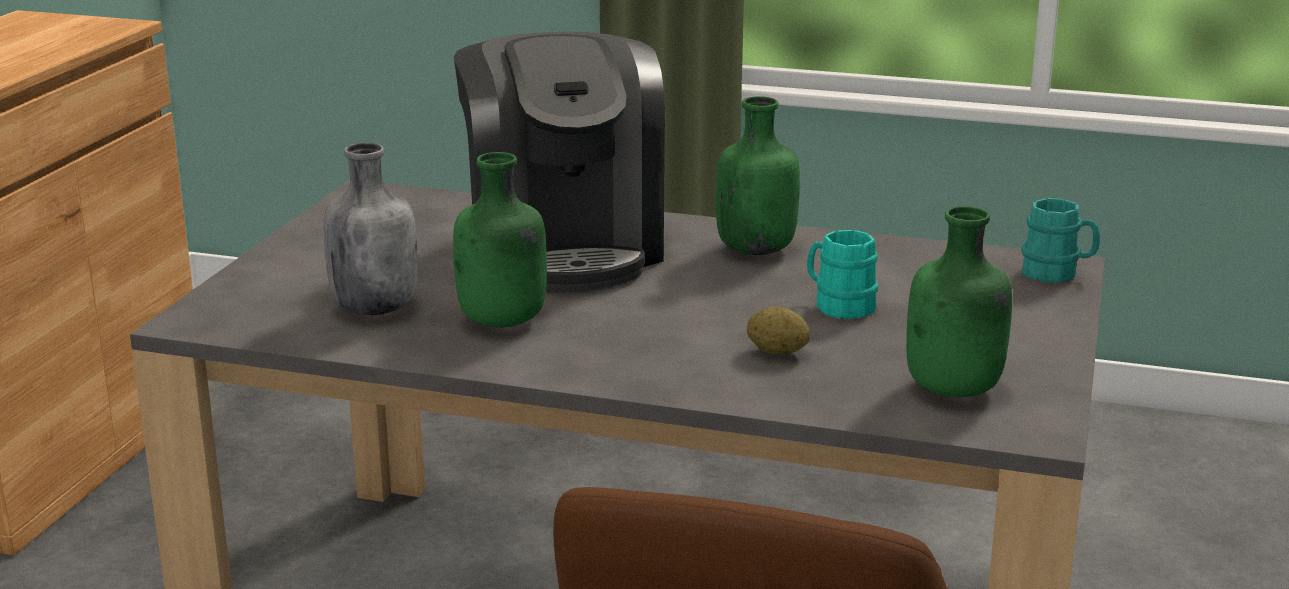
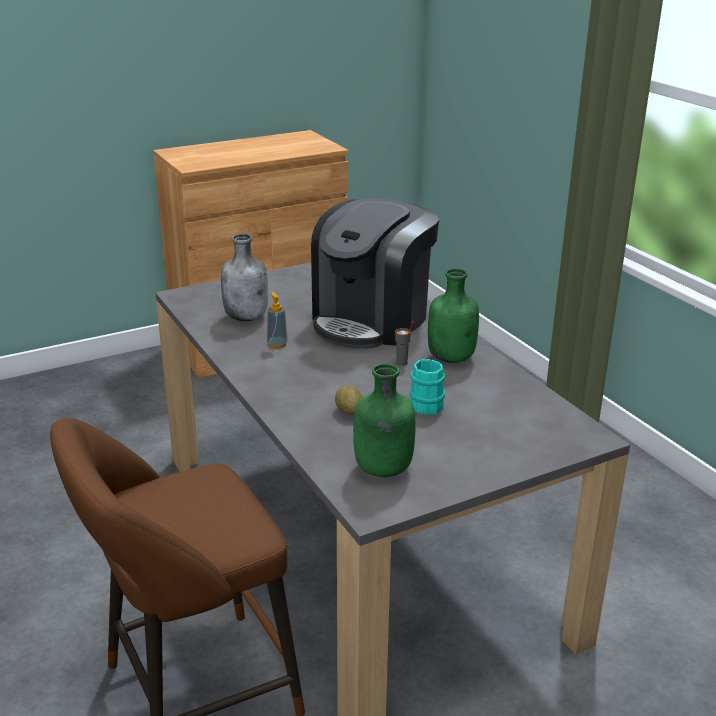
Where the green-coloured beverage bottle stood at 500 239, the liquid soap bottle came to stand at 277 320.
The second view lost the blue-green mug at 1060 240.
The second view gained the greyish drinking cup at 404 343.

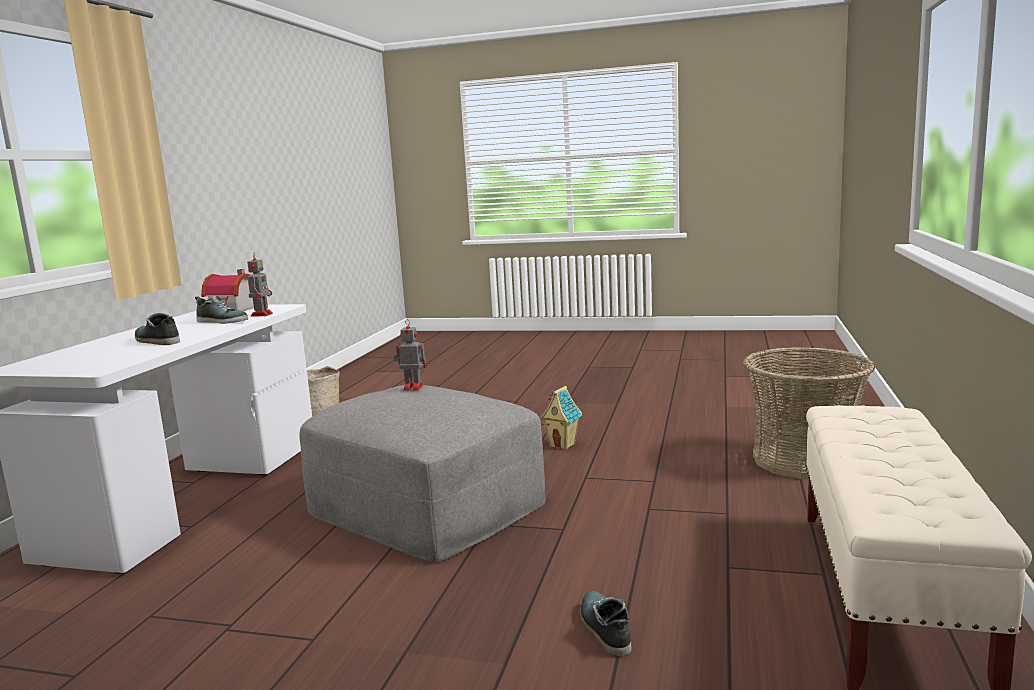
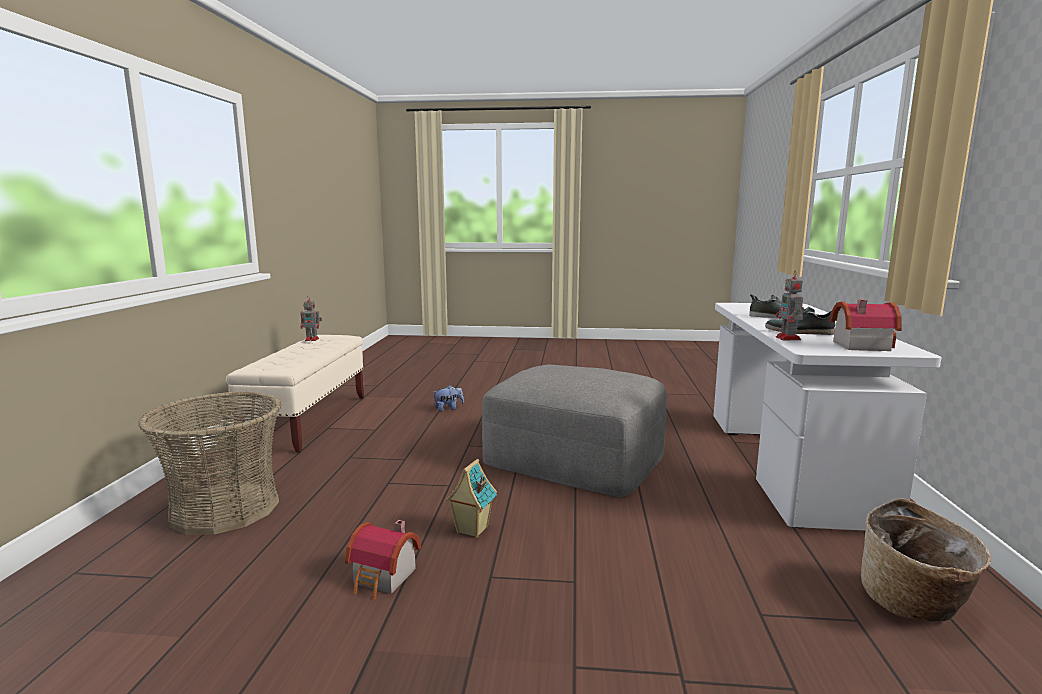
The toy robot ended up elsewhere, having gone from 410 355 to 311 318.
Where the shoe stood at 606 624, the cuddly toy came to stand at 449 398.
The second view gained the model house at 383 560.

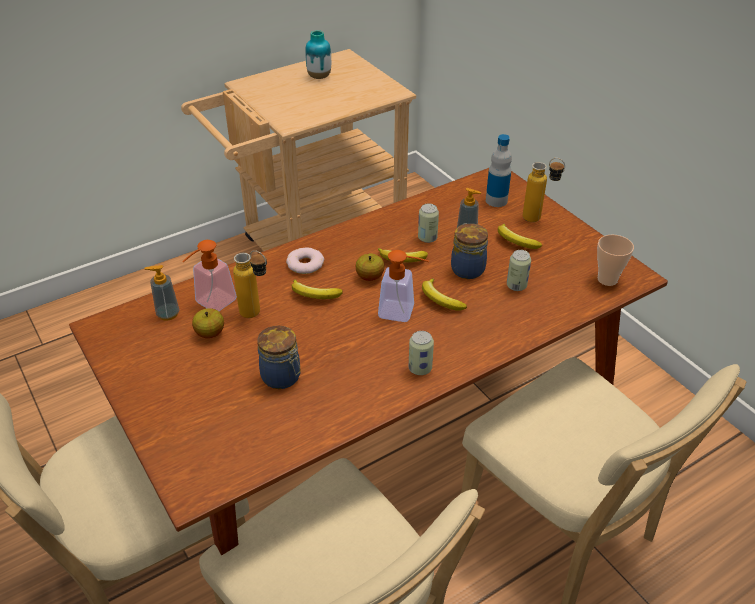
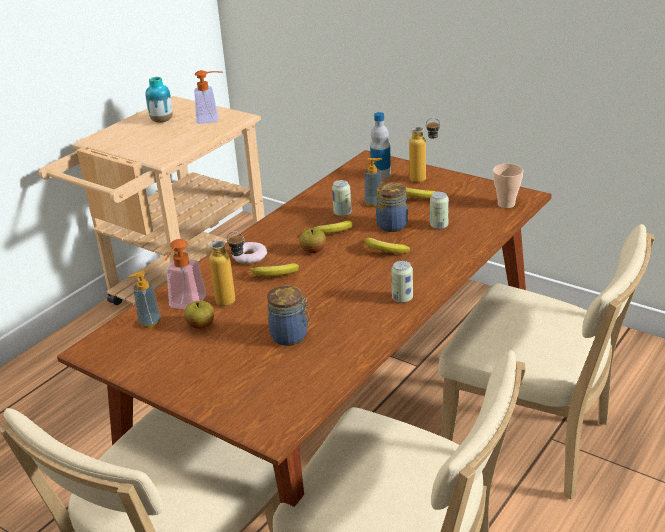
The liquid soap bottle ended up elsewhere, having gone from 403 286 to 208 97.

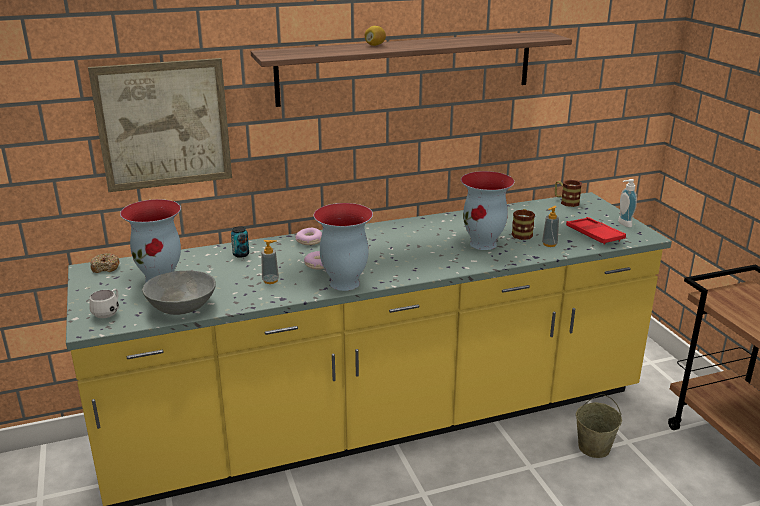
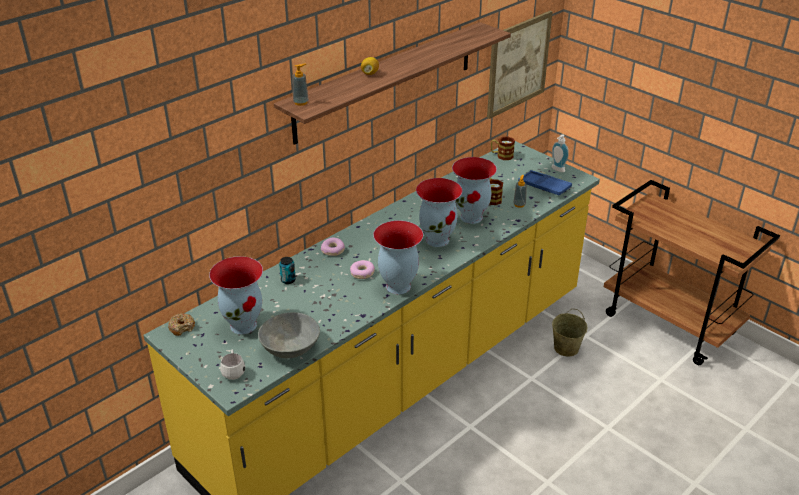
The wall art ended up elsewhere, having gone from 160 125 to 520 65.
What was the red-coloured tray at 596 231 turned into the bluish tray at 545 182.
The liquid soap bottle ended up elsewhere, having gone from 270 262 to 300 85.
The second view gained the flower vase at 439 212.

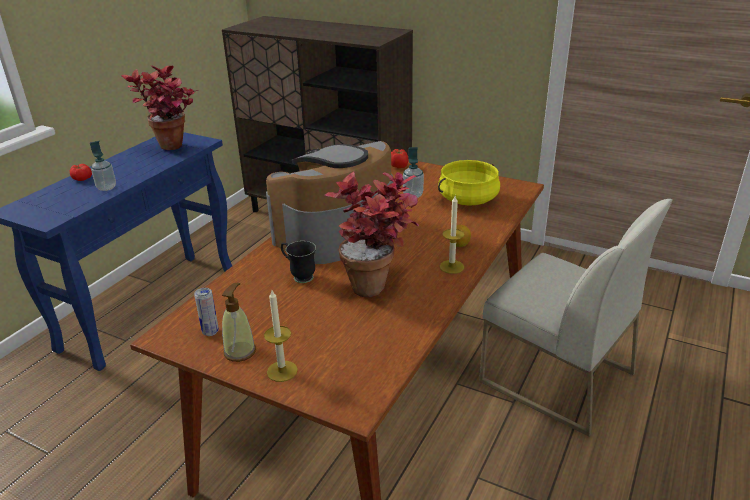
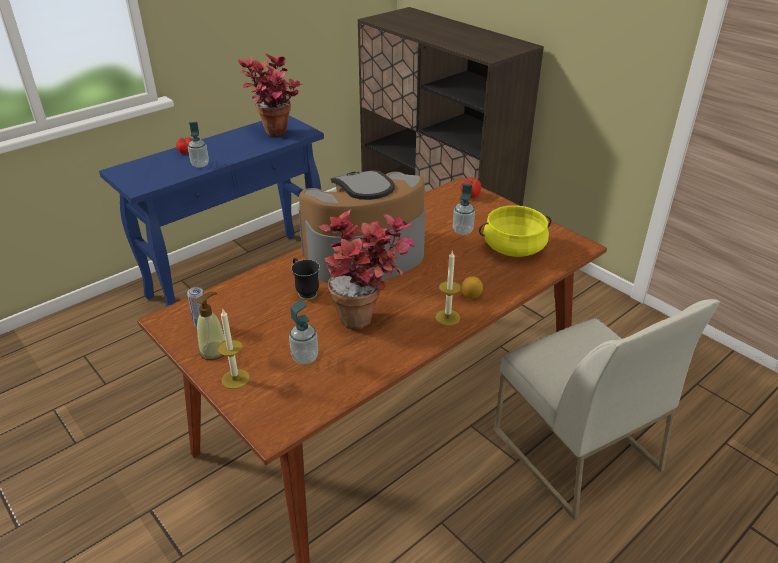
The second view gained the liquid soap bottle at 303 332.

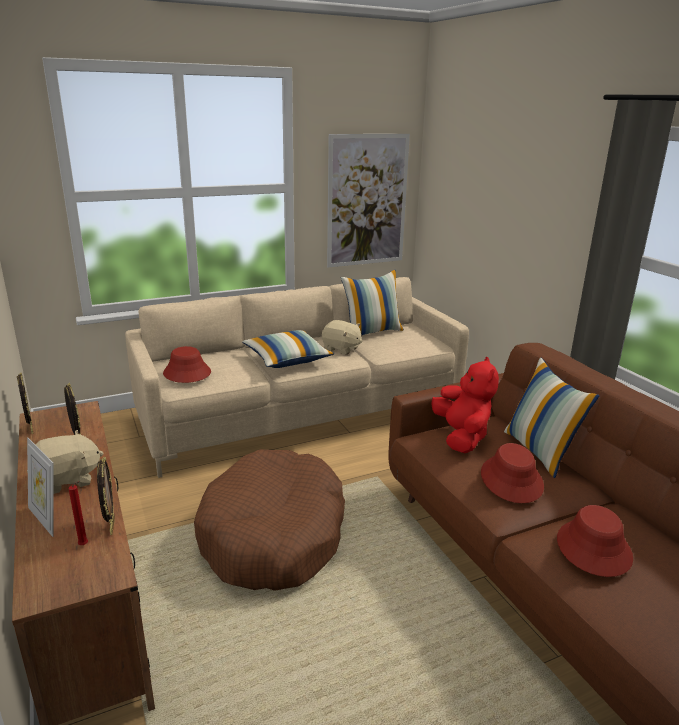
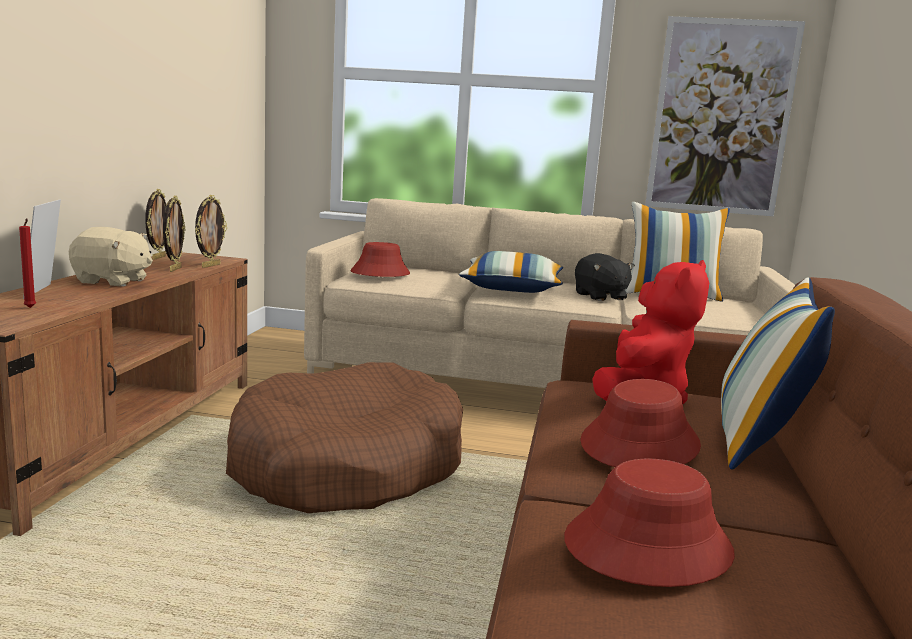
What was the sand-coloured cuddly toy at 342 337 turned into the black-coloured cuddly toy at 605 277.
The photo frame ended up elsewhere, having gone from 106 496 to 211 231.

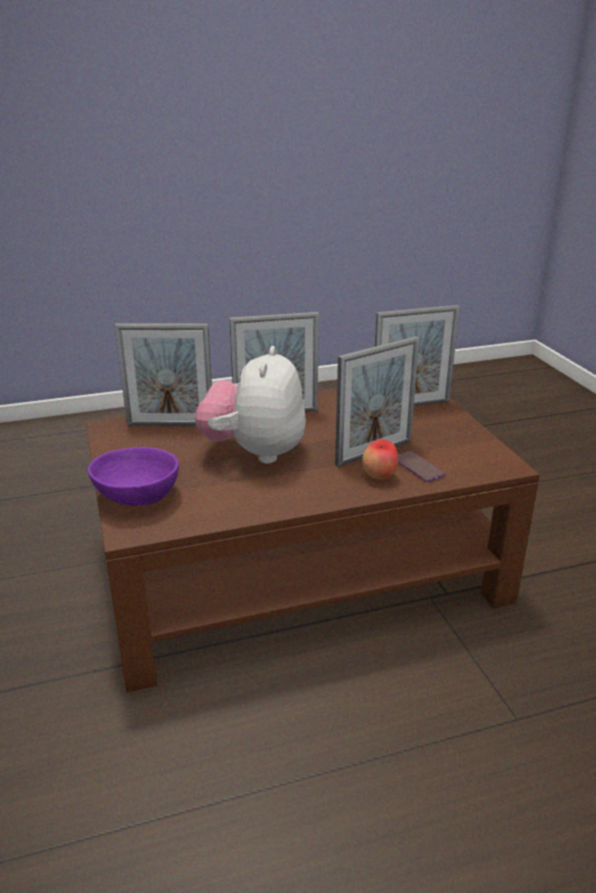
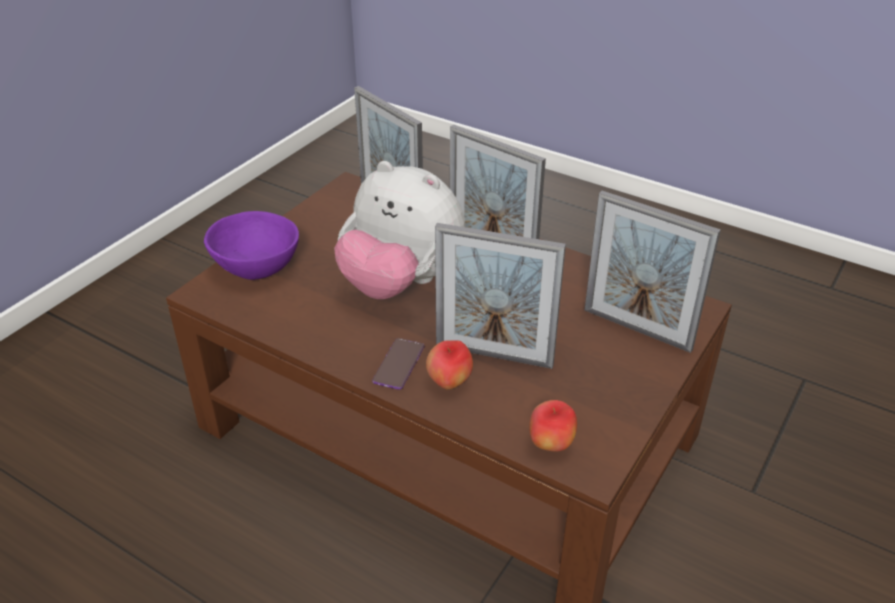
The cuddly toy at 250 405 ended up facing another way, 120 degrees counterclockwise from before.
The handset ended up elsewhere, having gone from 421 466 to 398 364.
The second view gained the whole apple at 553 425.

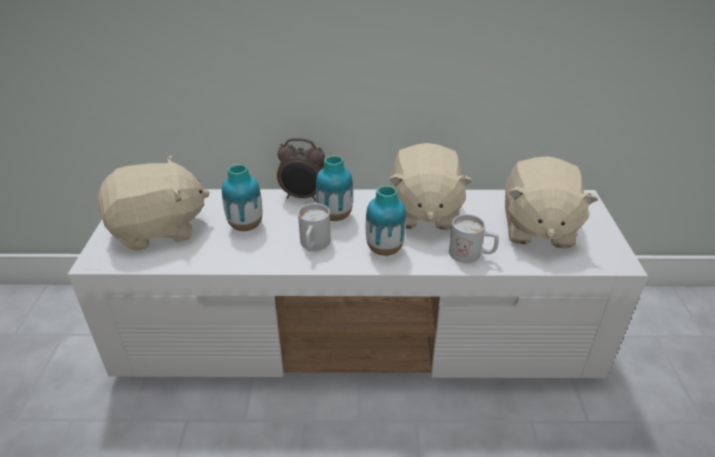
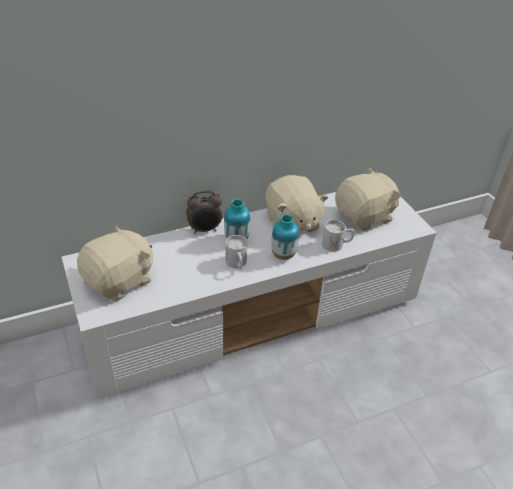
The sand-coloured cuddly toy at 551 202 ended up facing another way, 105 degrees counterclockwise from before.
The second view lost the flower vase at 242 197.

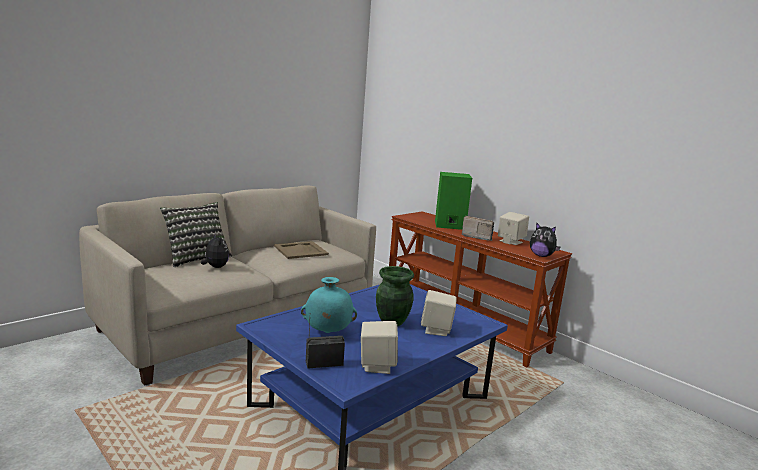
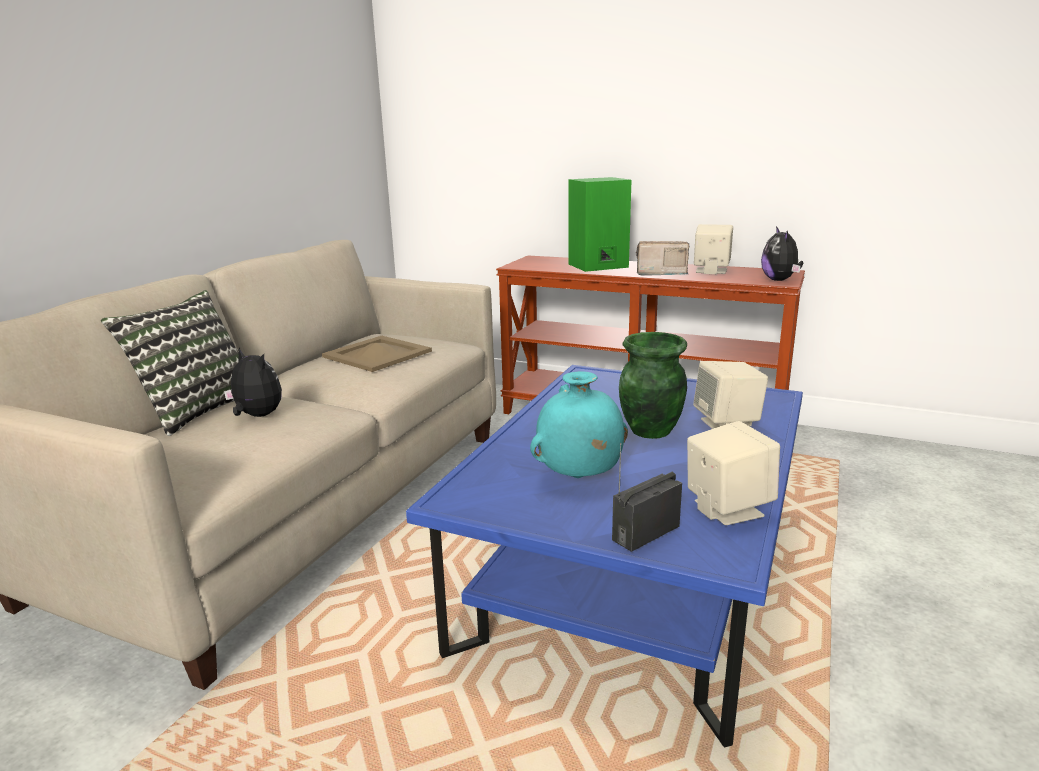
The cuddly toy at 545 240 ended up facing another way, 75 degrees clockwise from before.

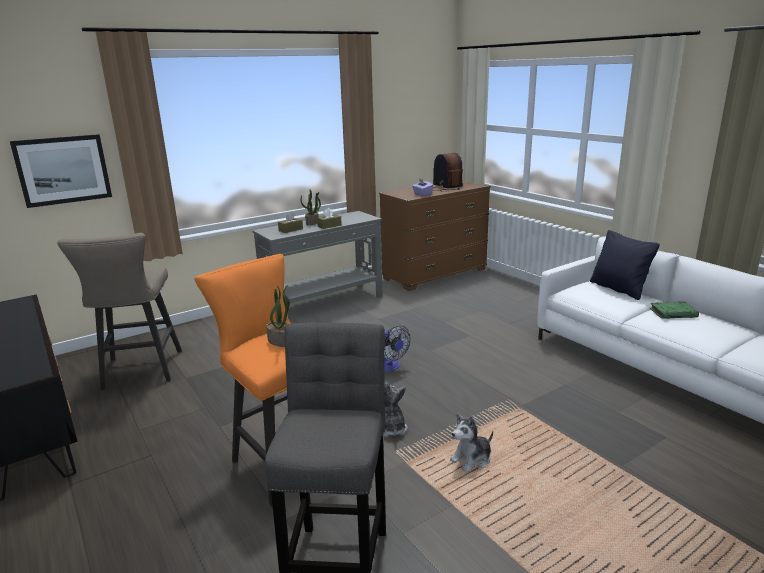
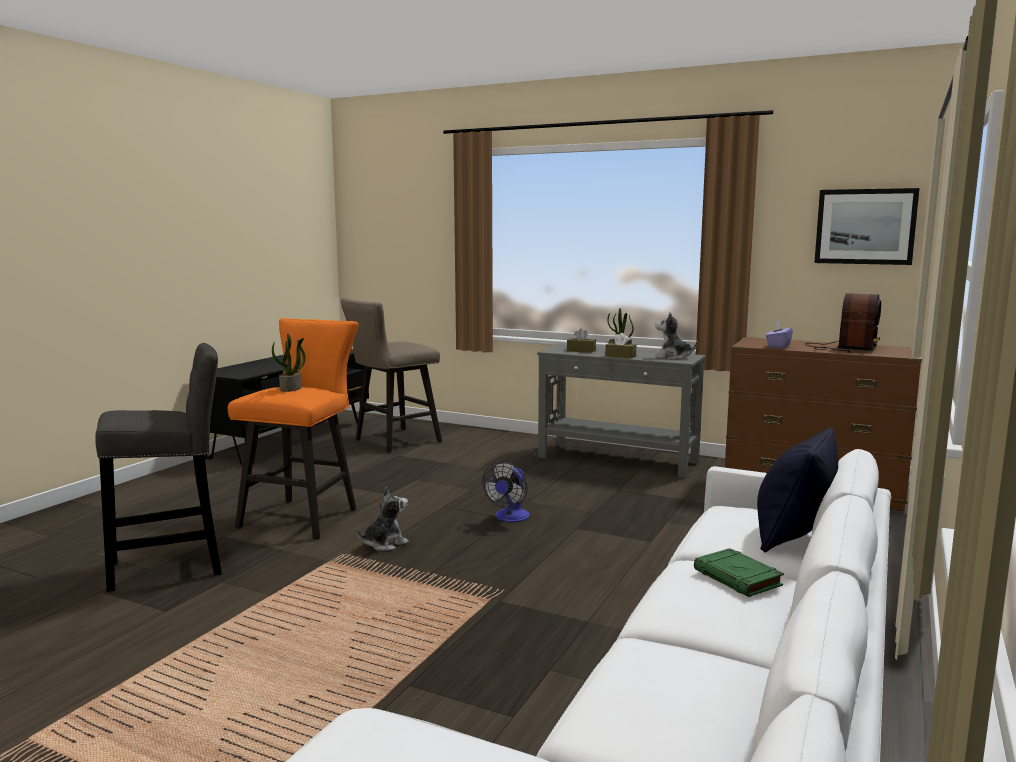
The wall art ended up elsewhere, having gone from 61 171 to 867 226.
The cuddly toy ended up elsewhere, having gone from 471 443 to 676 336.

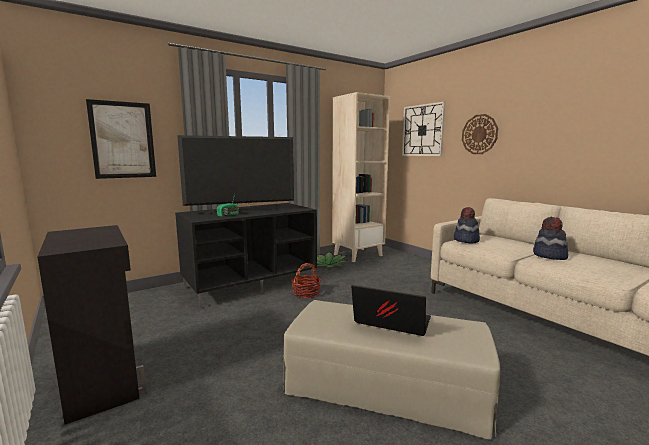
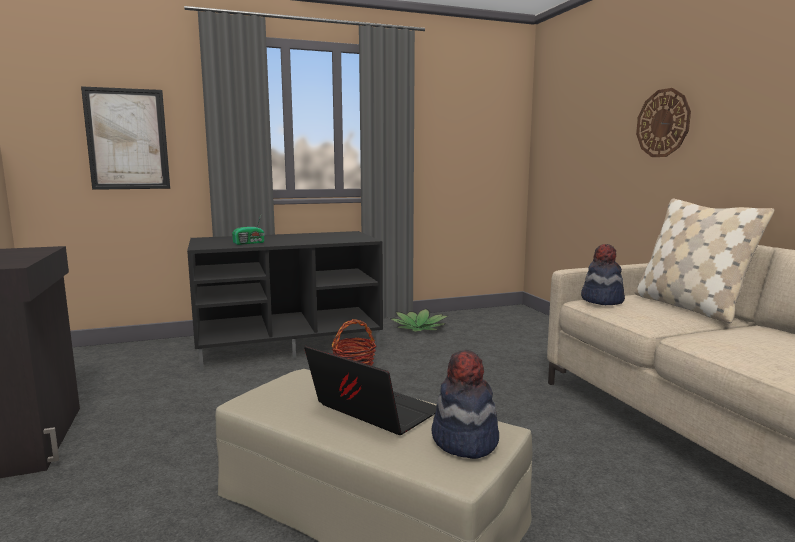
The second view lost the sand-coloured bookcase at 361 177.
The second view lost the hanging clock at 423 129.
The second view lost the television at 235 174.
The clothing hat ended up elsewhere, having gone from 550 238 to 465 404.
The second view gained the sand-coloured throw pillow at 704 261.

